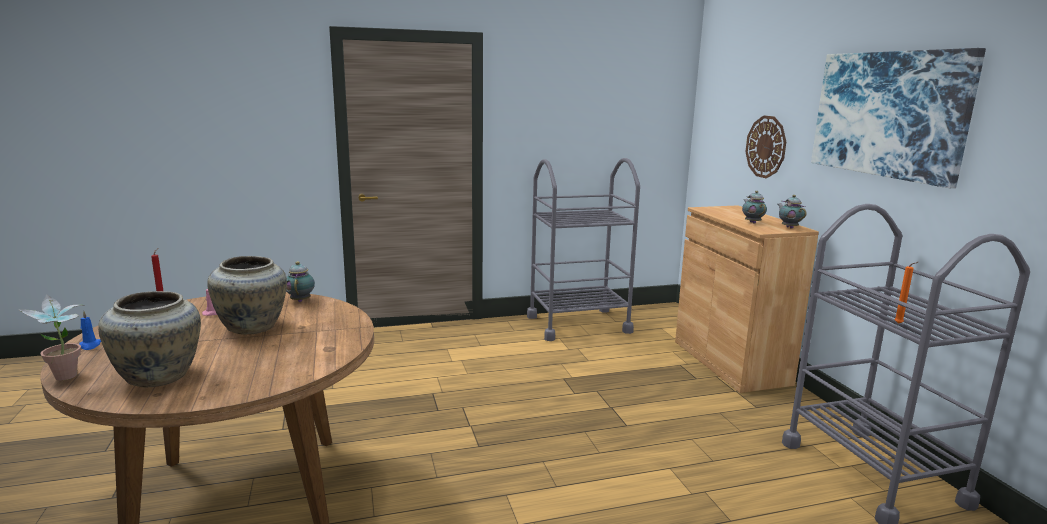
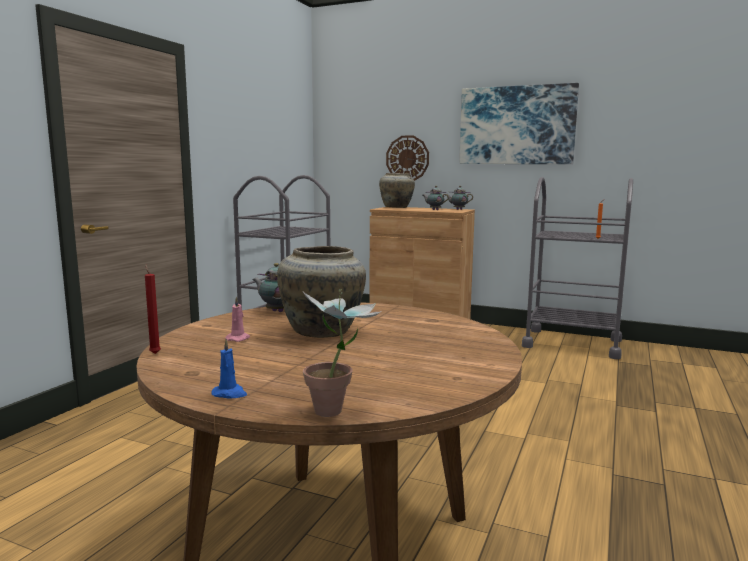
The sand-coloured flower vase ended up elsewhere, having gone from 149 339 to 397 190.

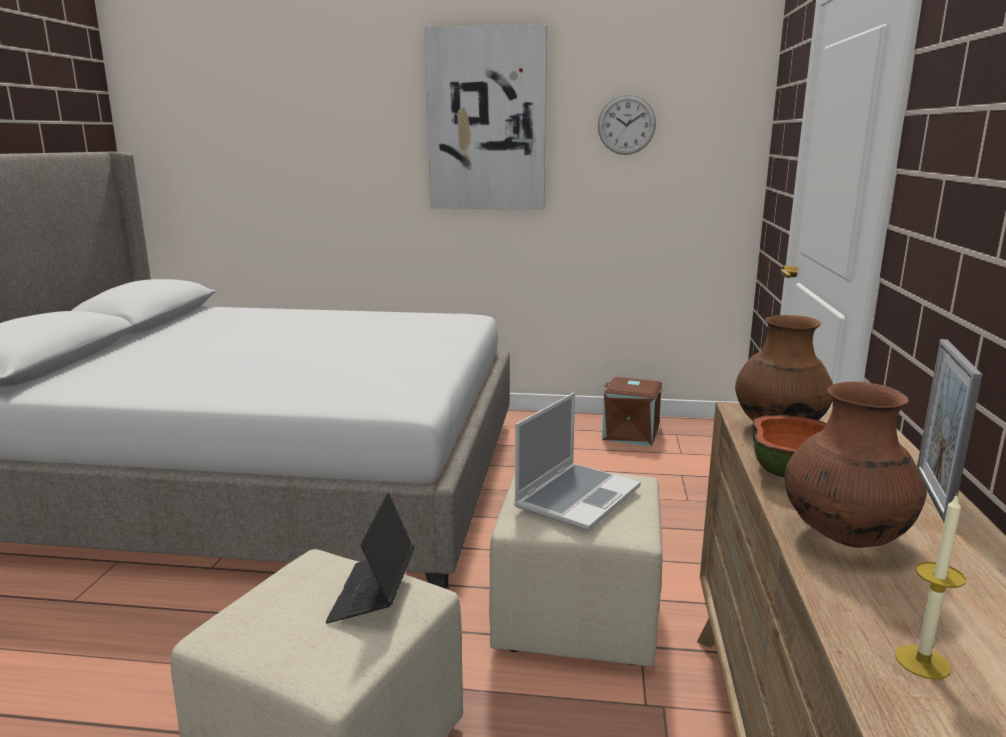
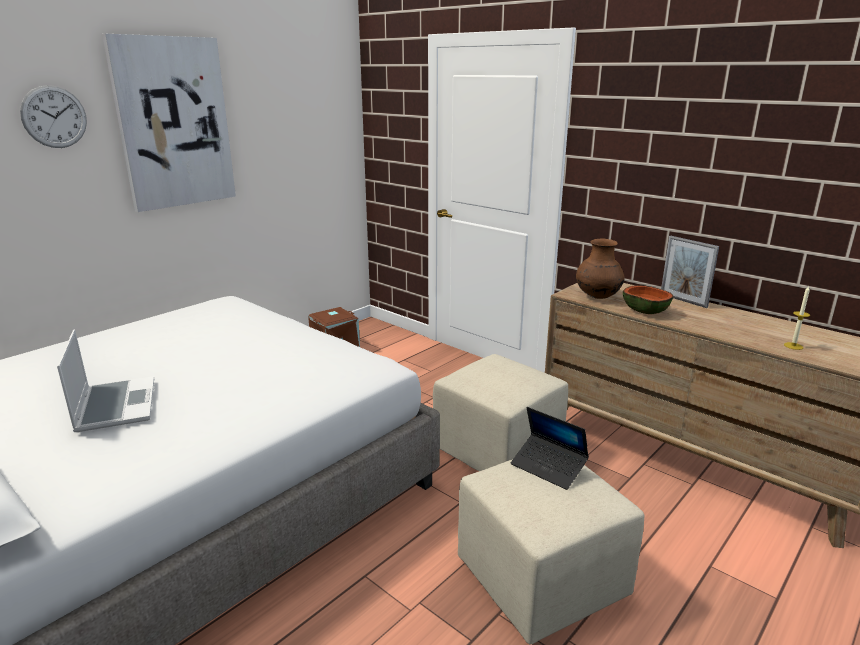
The hanging clock ended up elsewhere, having gone from 627 124 to 53 116.
The second view lost the brown flower vase at 855 464.
The laptop ended up elsewhere, having gone from 577 461 to 105 380.

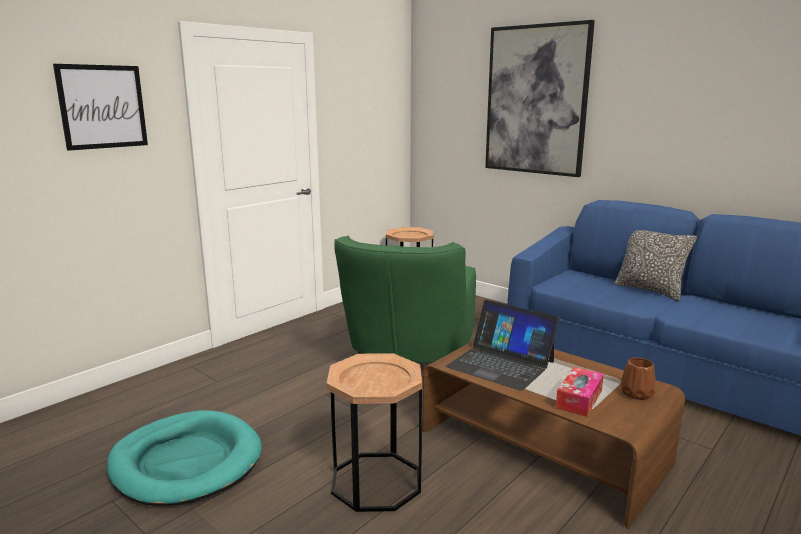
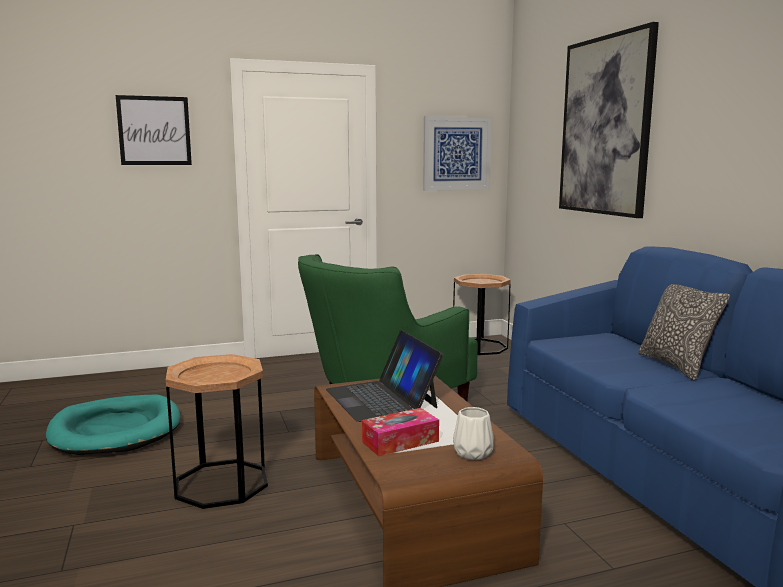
What was the brown flower vase at 638 378 turned into the white-coloured flower vase at 473 433.
The second view gained the wall art at 457 153.

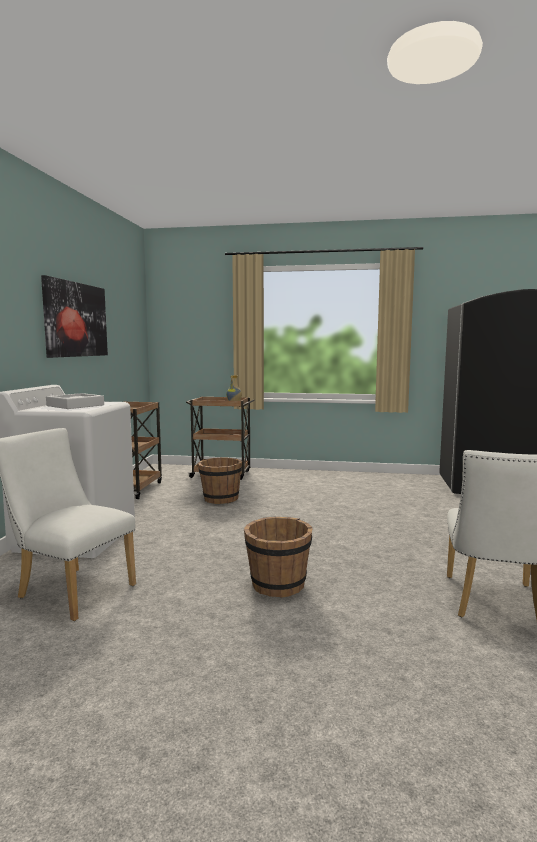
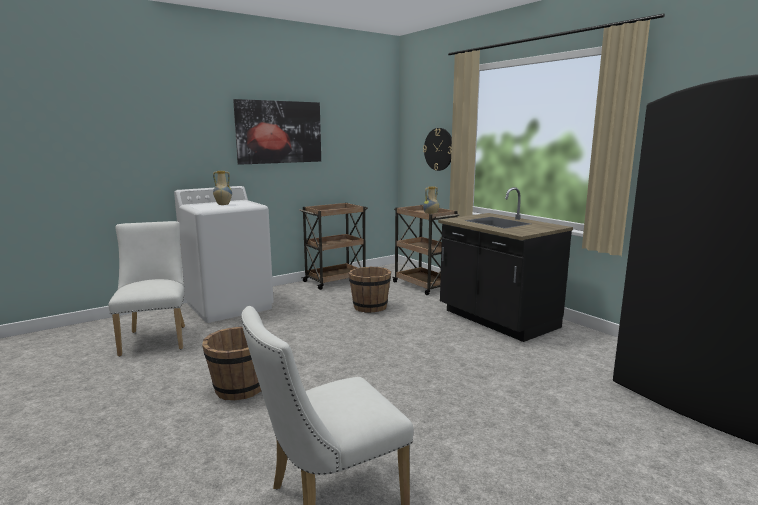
Where the greyish tray stood at 75 401, the flower vase came to stand at 222 188.
The second view gained the hanging clock at 437 149.
The second view gained the black-coloured kitchen counter at 505 264.

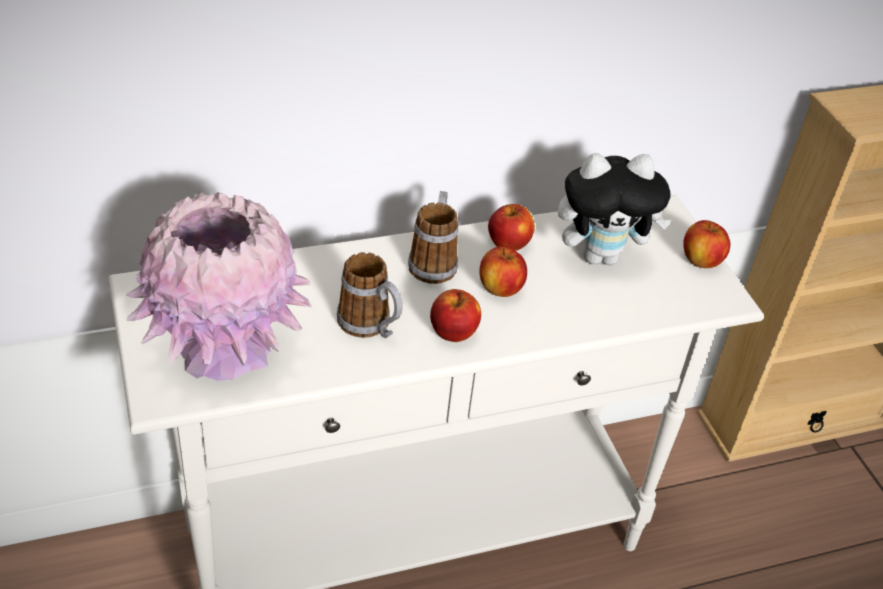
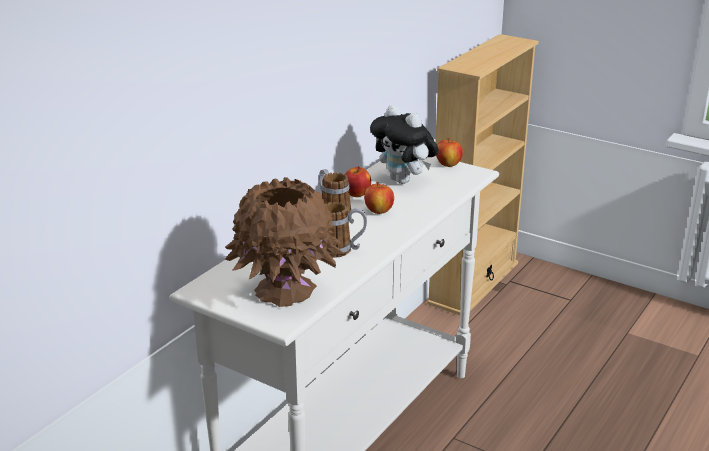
The cuddly toy at 615 209 ended up facing another way, 90 degrees clockwise from before.
What was the pinkish flower vase at 219 286 turned into the brown flower vase at 284 242.
The second view lost the whole apple at 455 315.

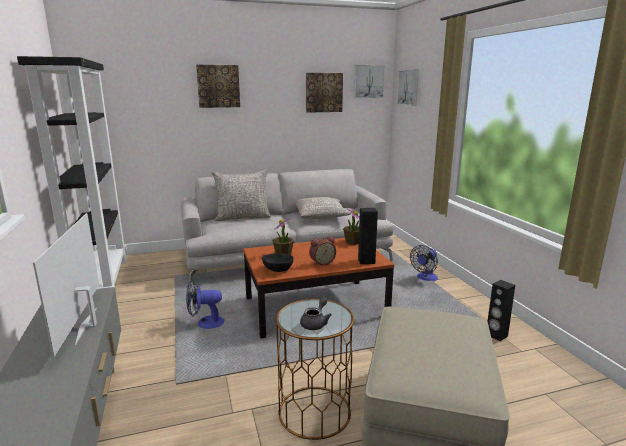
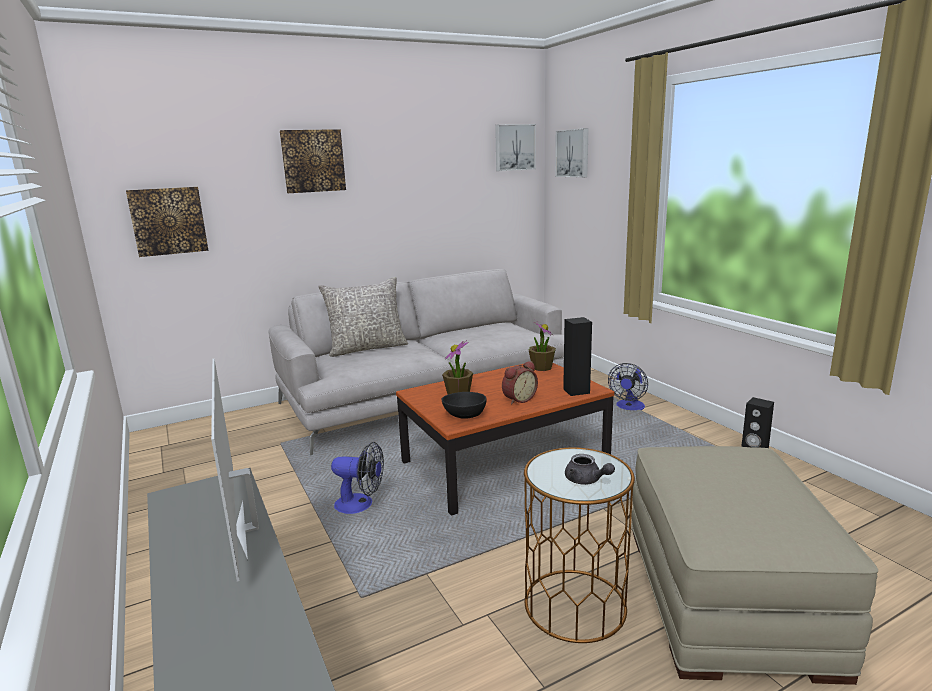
The second view lost the black-coloured bookcase at 72 173.
The wall art ended up elsewhere, having gone from 324 93 to 167 222.
The second view lost the greyish throw pillow at 323 208.
The electric fan at 205 304 ended up facing another way, 150 degrees counterclockwise from before.
The greyish pot for tea at 316 313 ended up facing another way, 120 degrees clockwise from before.

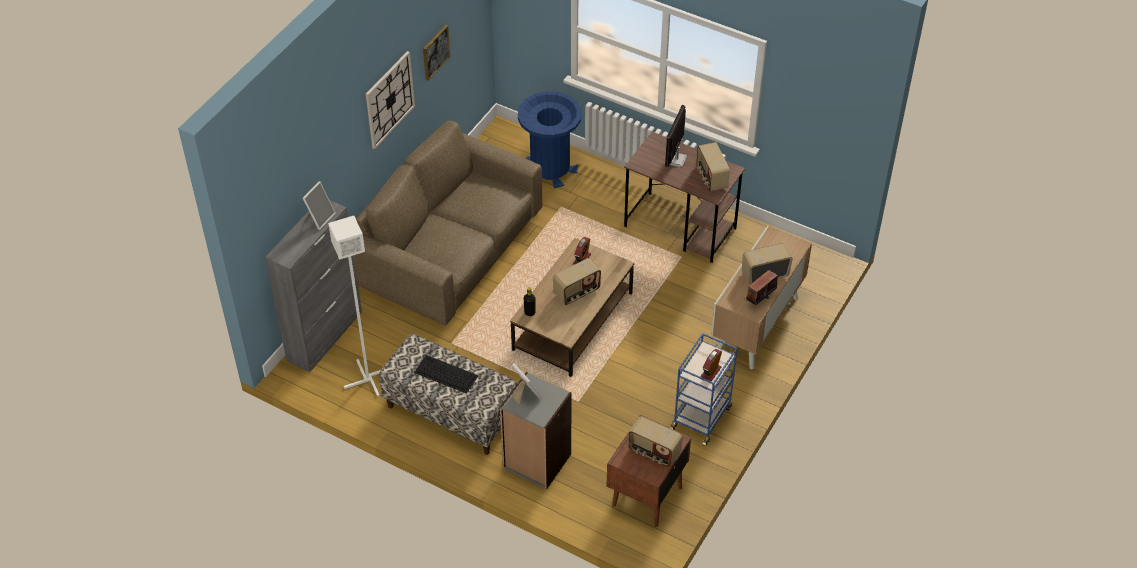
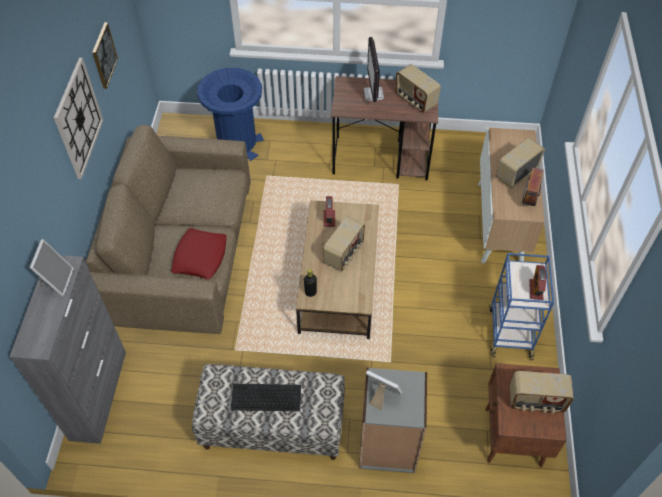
The second view lost the white-coloured standard lamp at 354 306.
The second view gained the red-coloured throw pillow at 199 253.

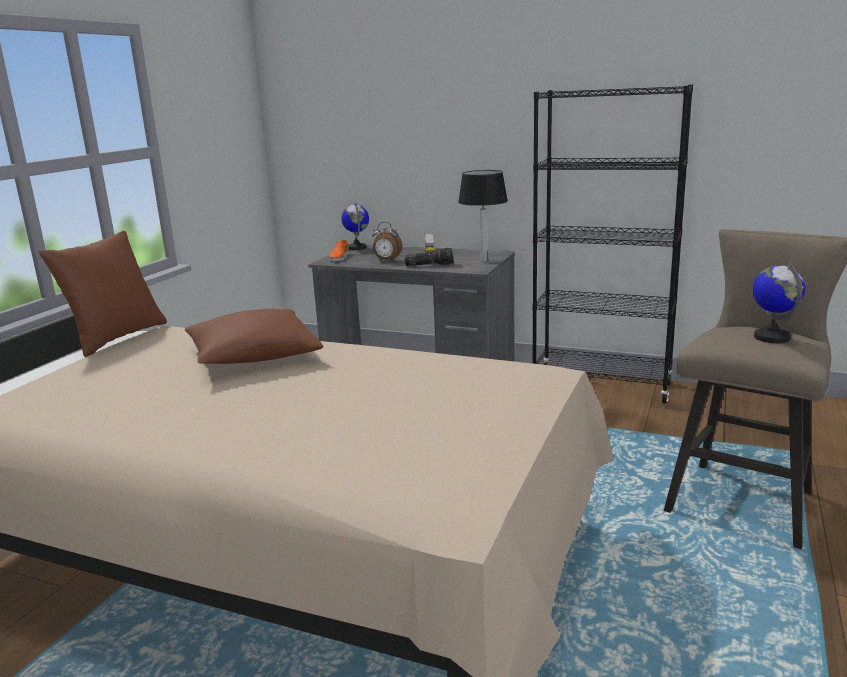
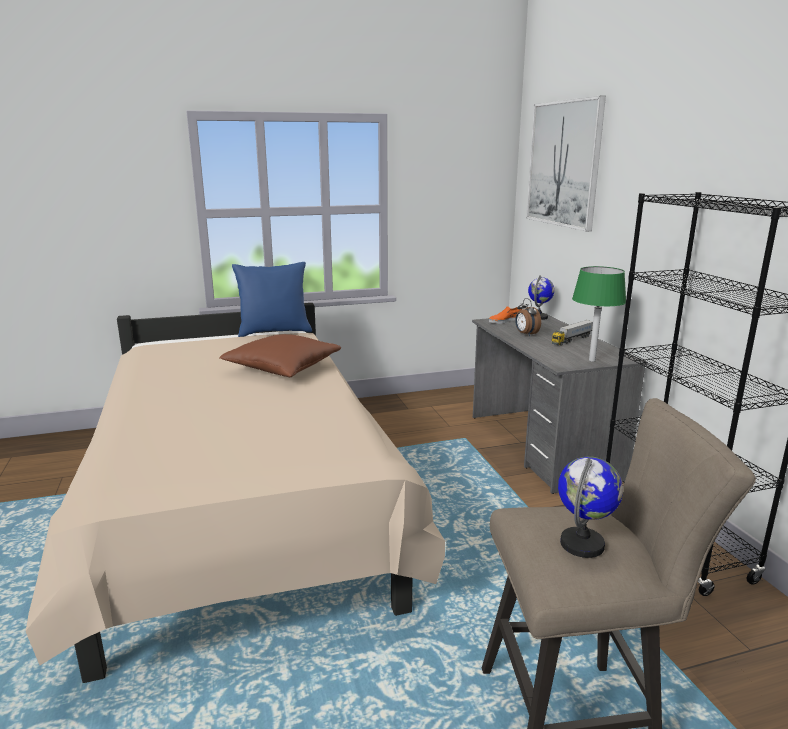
What was the black-coloured lamp for a table at 483 216 turned into the green-coloured lamp for a table at 599 314.
What was the brown throw pillow at 103 294 turned into the bluish throw pillow at 272 299.
The second view lost the hand torch at 429 257.
The second view gained the wall art at 566 163.

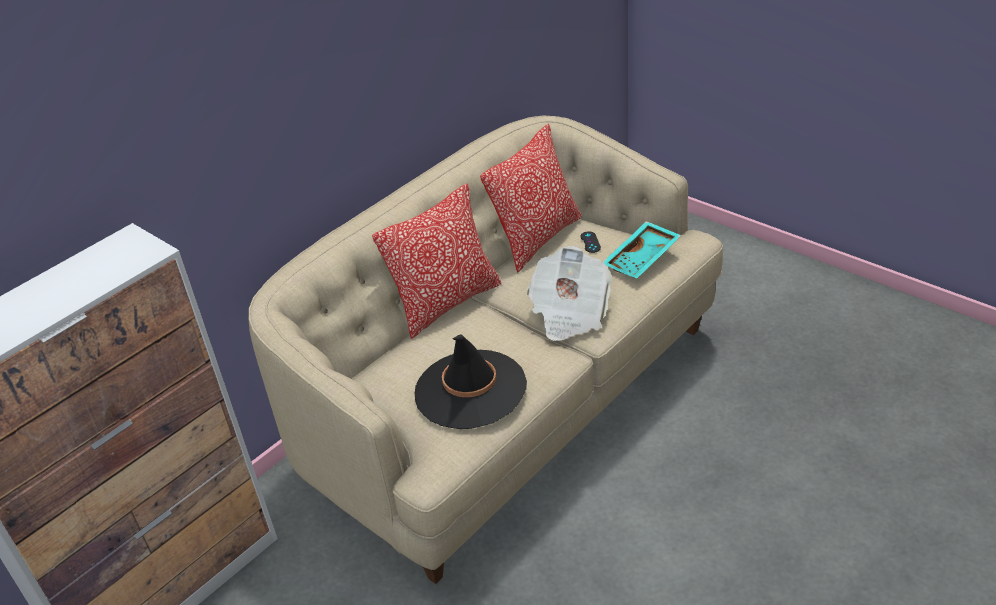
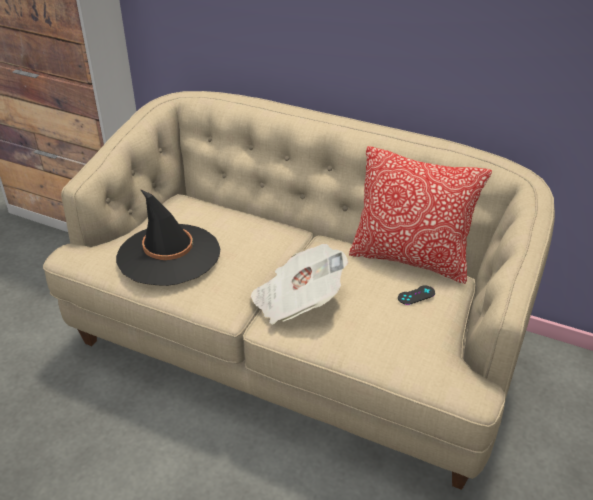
The second view lost the throw pillow at 436 261.
The second view lost the blue-green tray at 642 249.

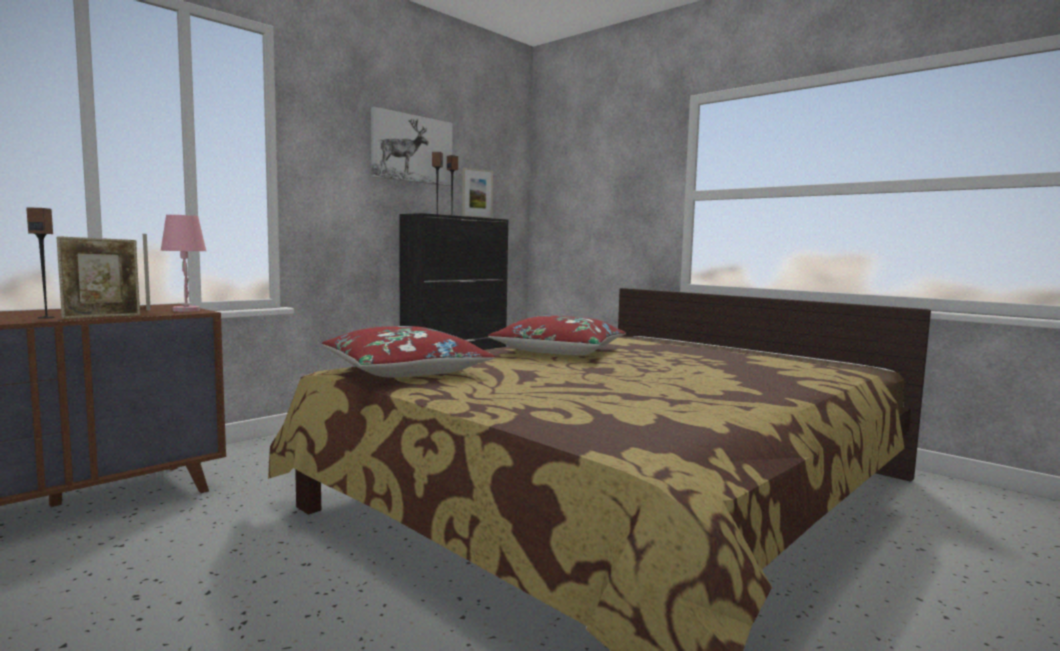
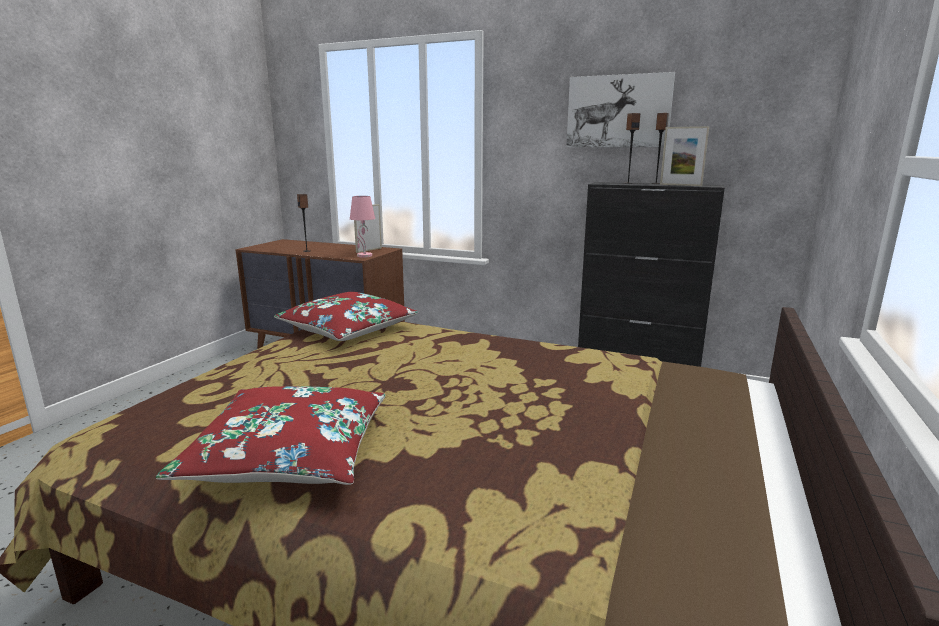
The second view lost the photo frame at 99 277.
The red-coloured throw pillow ended up elsewhere, having gone from 557 335 to 270 435.

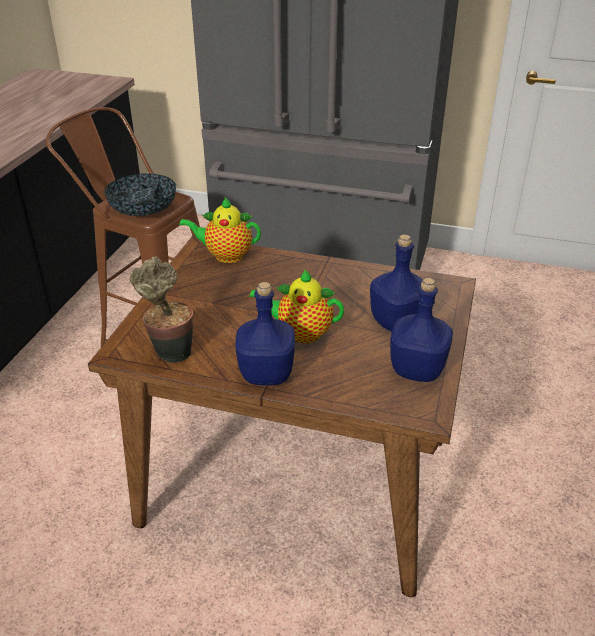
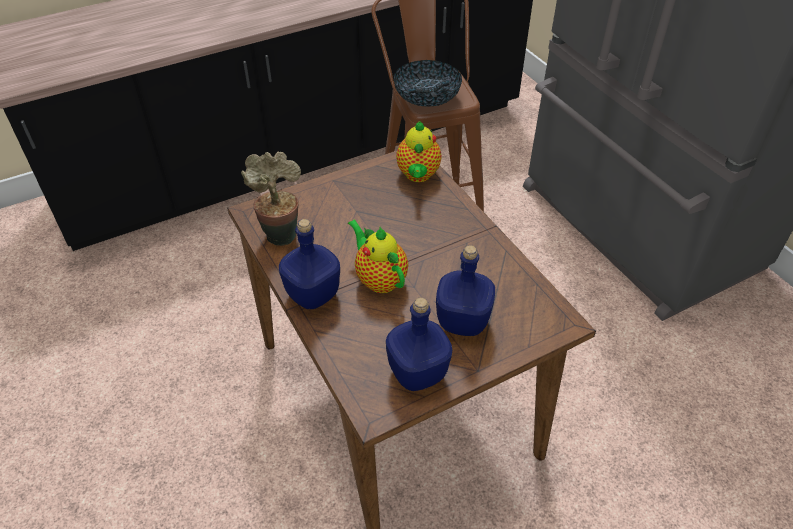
The pot for tea at 220 230 ended up facing another way, 135 degrees counterclockwise from before.

